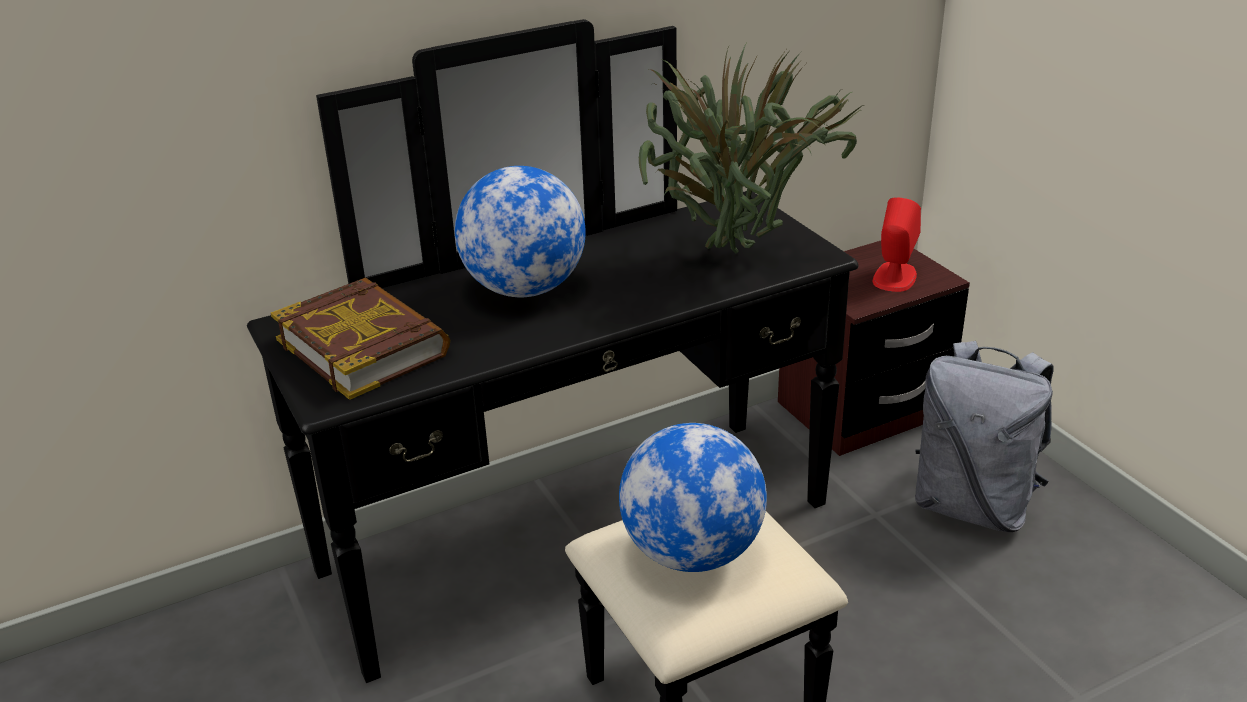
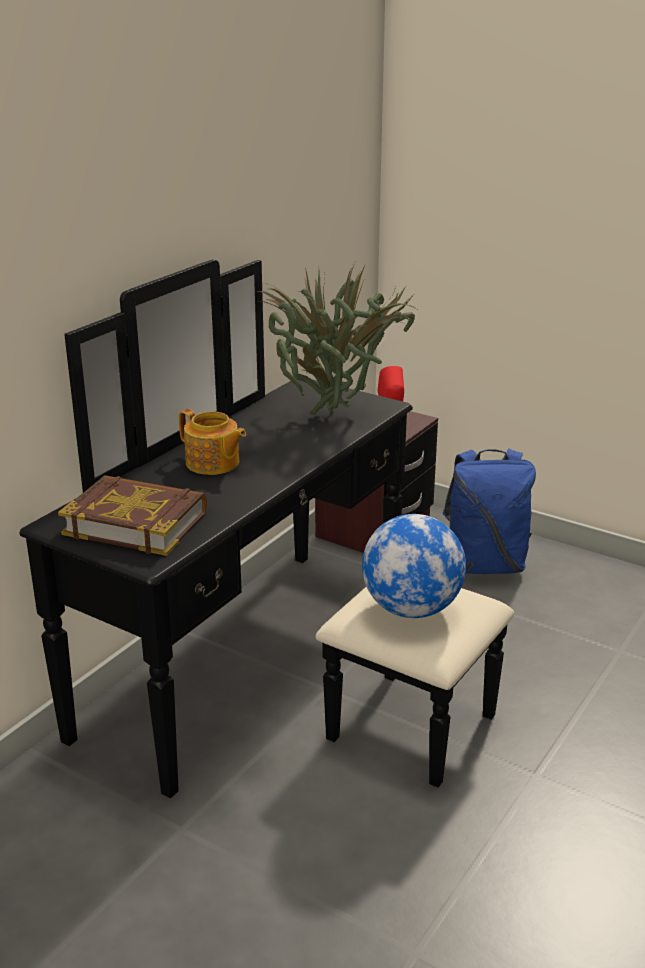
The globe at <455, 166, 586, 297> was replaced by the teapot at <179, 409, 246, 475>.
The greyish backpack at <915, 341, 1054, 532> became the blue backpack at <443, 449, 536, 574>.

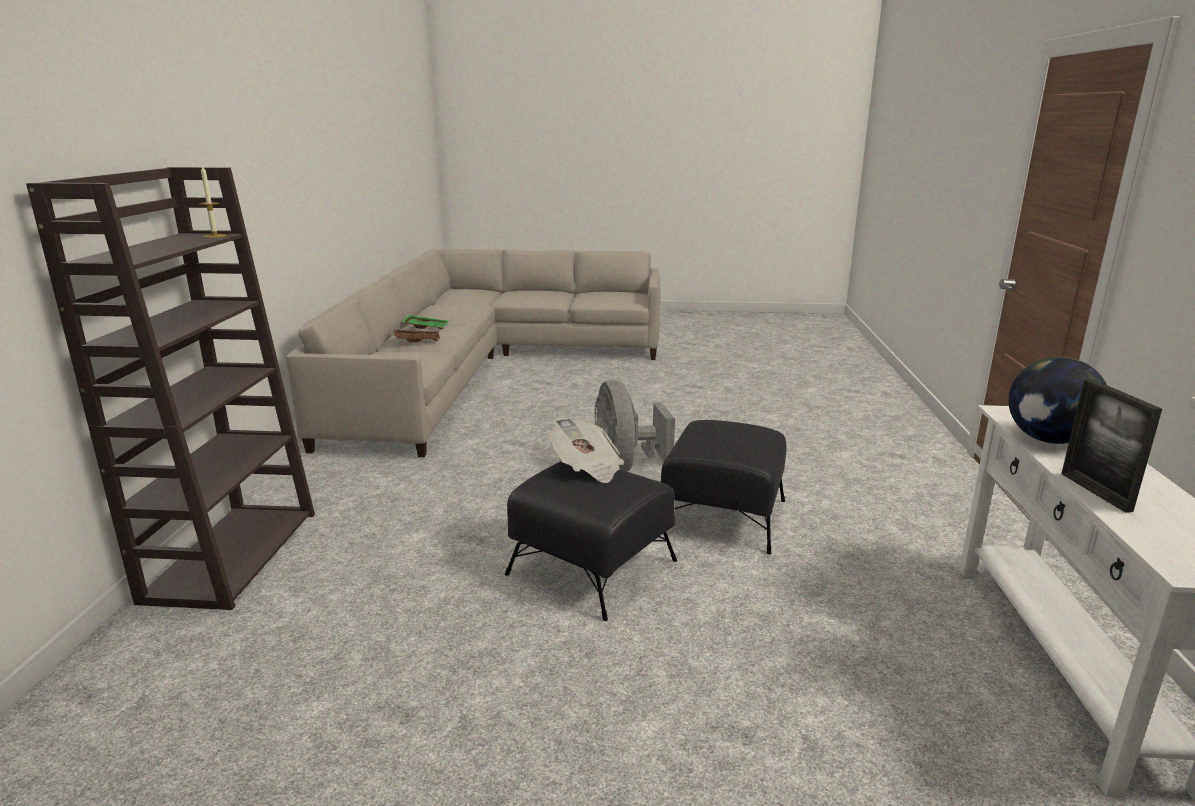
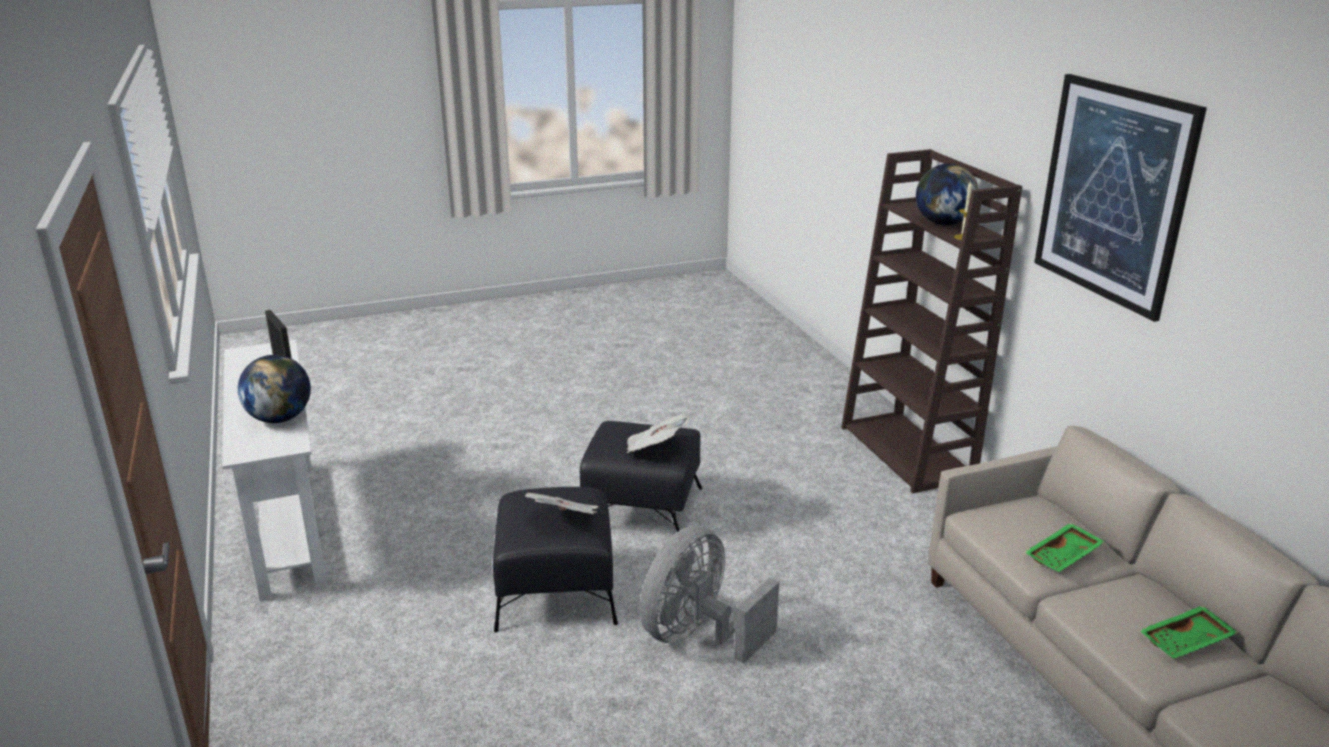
The brown-coloured carrying tray at <394, 329, 440, 343> disappeared.
The greyish fan at <594, 380, 675, 471> turned 105 degrees counterclockwise.
The picture at <1034, 74, 1207, 322> appeared.
The globe at <916, 163, 979, 225> appeared.
The daily paper at <525, 493, 598, 514> appeared.
The greenish carrying tray at <1024, 523, 1105, 572> appeared.

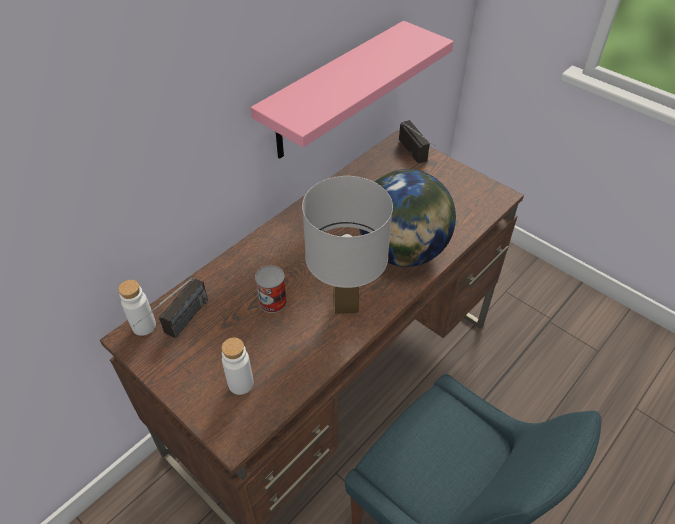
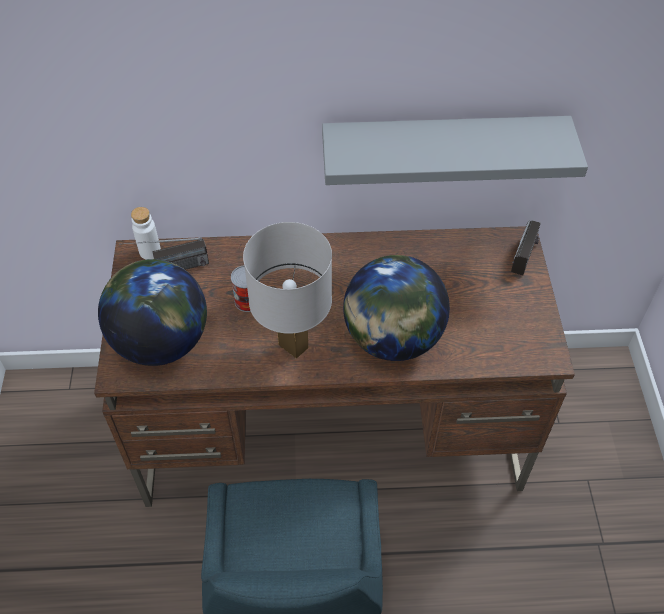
The pink-coloured wall shelf at <250, 21, 454, 159> became the greyish wall shelf at <322, 116, 588, 185>.
The white-coloured bottle at <221, 338, 254, 395> was replaced by the globe at <98, 259, 207, 366>.

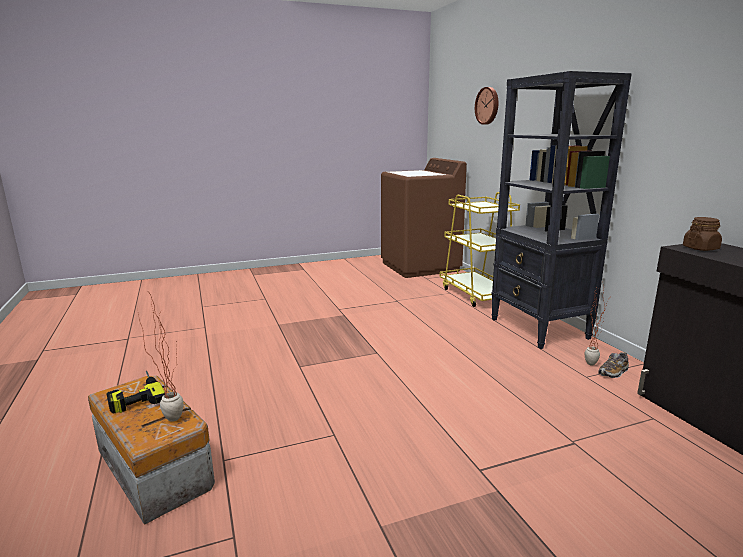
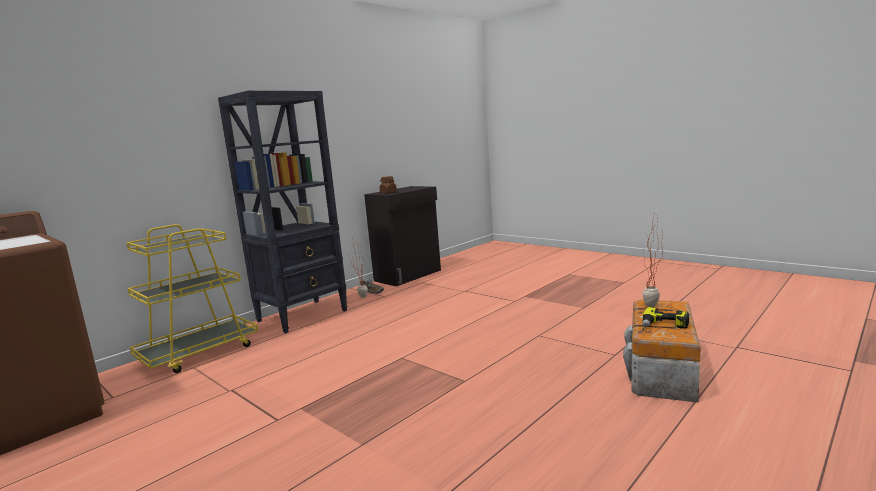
The wall clock at <475, 87, 498, 125> disappeared.

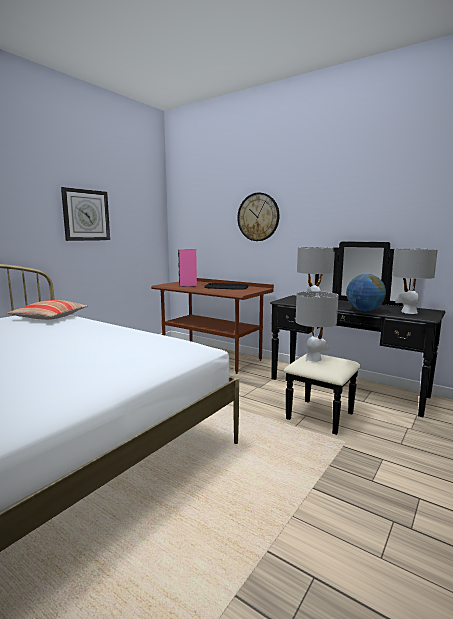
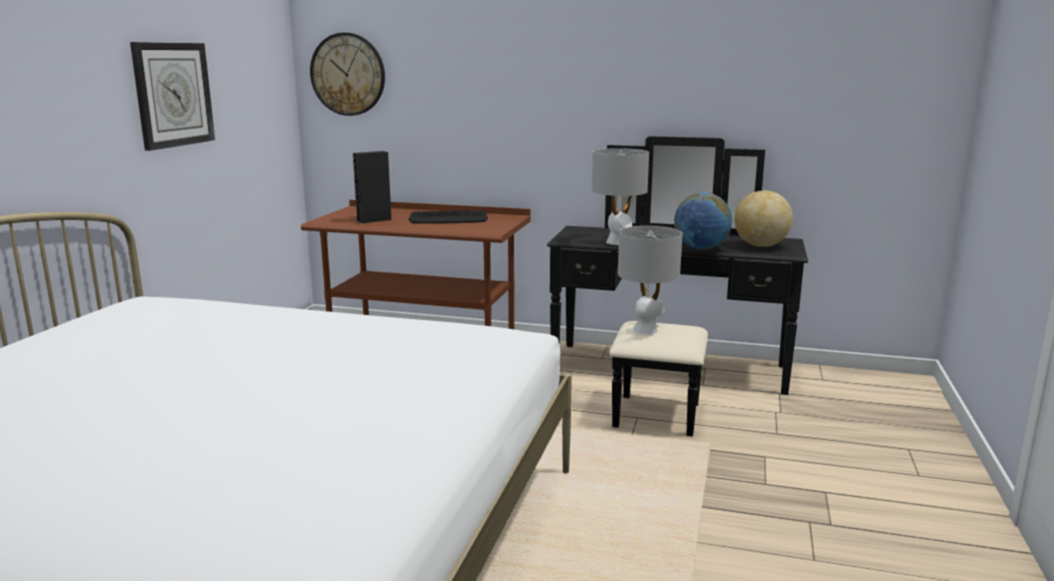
The wall clock moved from <237, 193, 279, 241> to <310, 32, 385, 116>.
The greyish table lamp at <392, 248, 438, 314> was replaced by the globe at <734, 190, 793, 247>.
The pink-coloured speaker at <178, 249, 197, 287> became the black-coloured speaker at <353, 151, 391, 224>.
The throw pillow at <7, 300, 88, 320> disappeared.

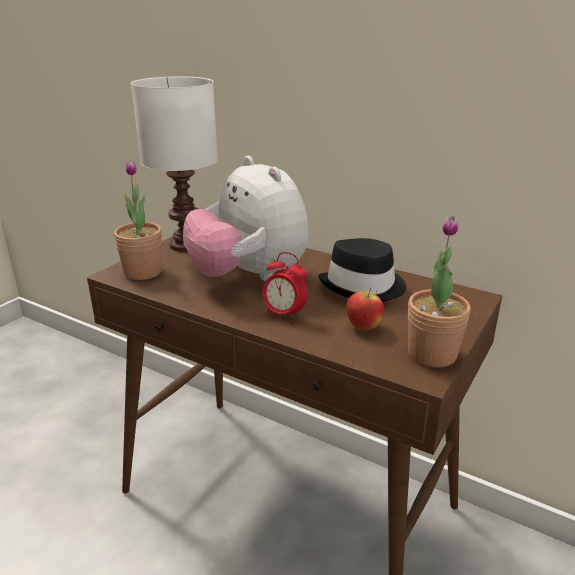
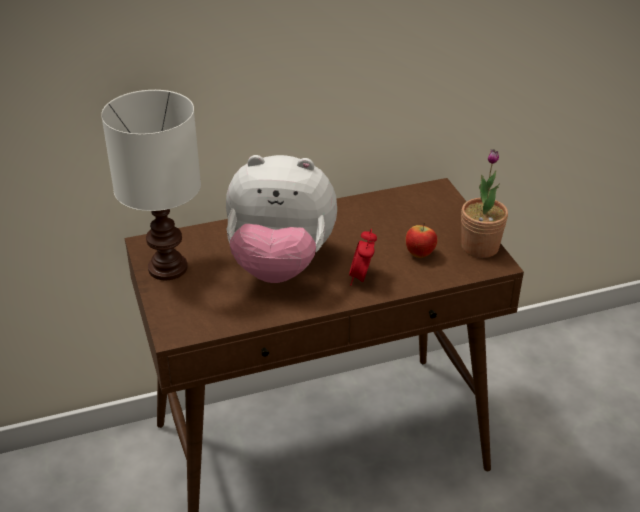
The houseplant at <114, 160, 162, 280> disappeared.
The black-coloured clothing hat at <318, 238, 406, 302> disappeared.
The bedside clock at <262, 252, 308, 323> turned 120 degrees clockwise.

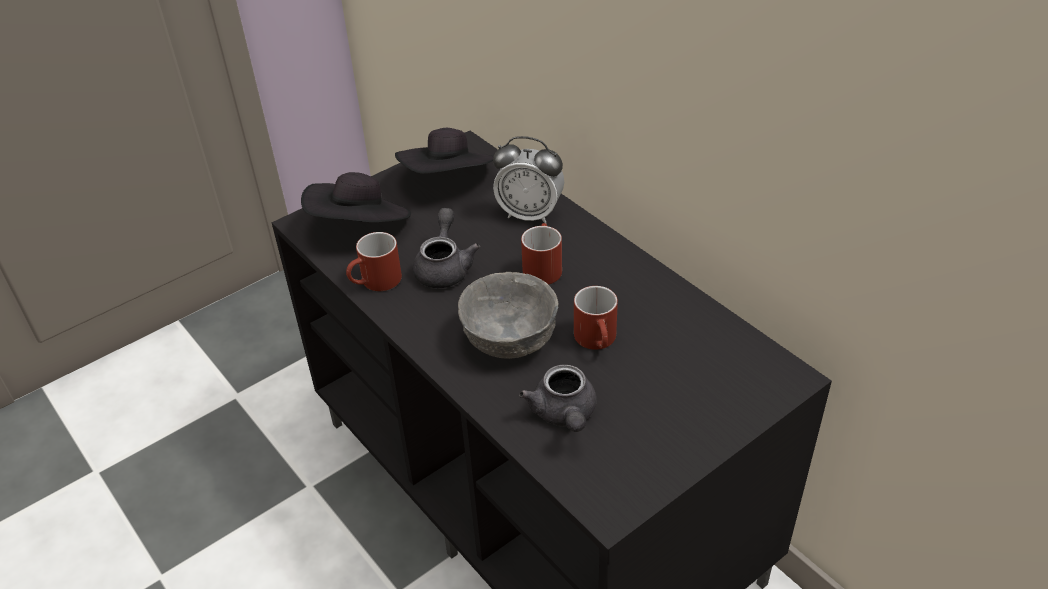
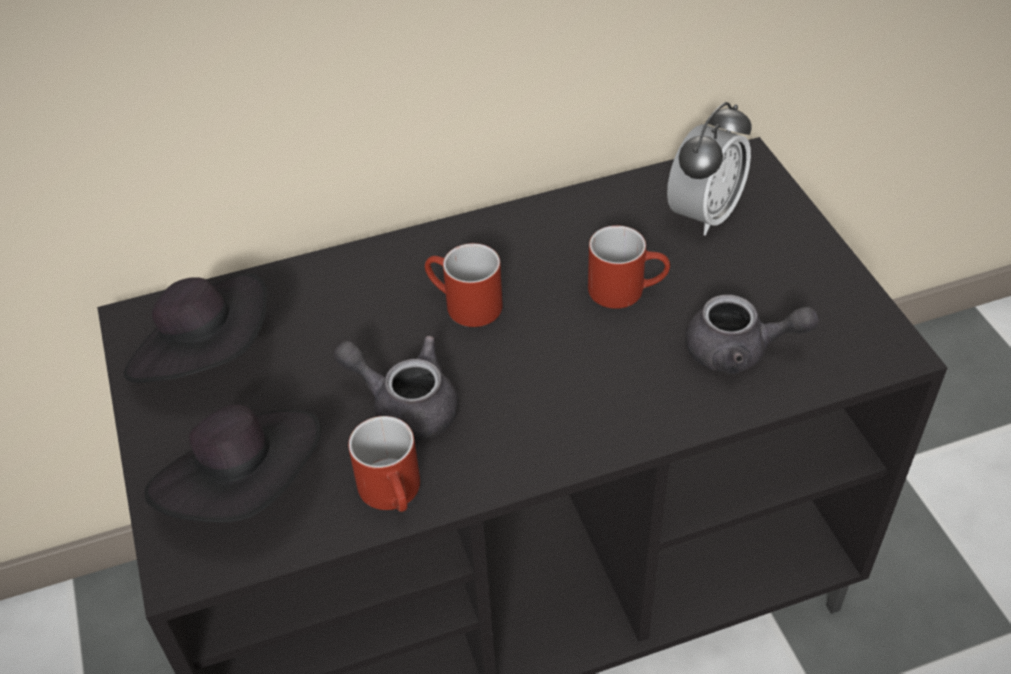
The bedside clock moved from <493, 136, 564, 223> to <667, 102, 752, 236>.
The greyish bowl at <458, 272, 558, 359> disappeared.

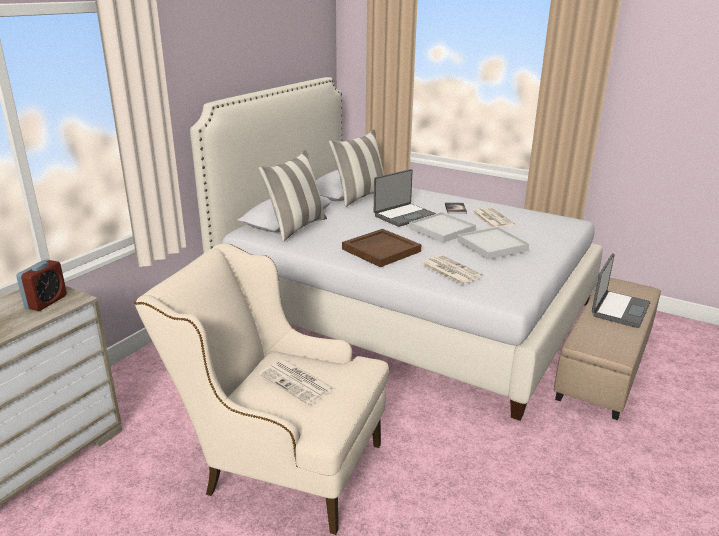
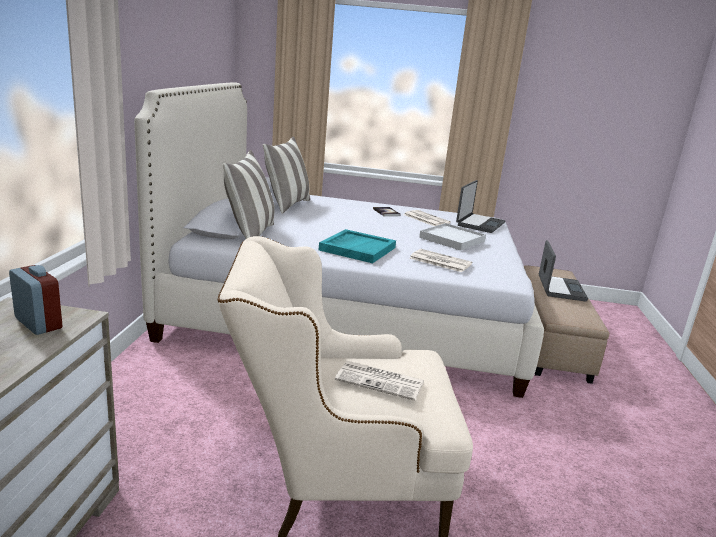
The portable computer moved from <374, 169, 436, 227> to <456, 180, 505, 233>.
The white-coloured carrying tray at <409, 212, 476, 243> disappeared.
The brown-coloured carrying tray at <342, 229, 421, 267> became the turquoise carrying tray at <319, 229, 396, 263>.
The bedside clock at <16, 259, 67, 311> turned 45 degrees counterclockwise.

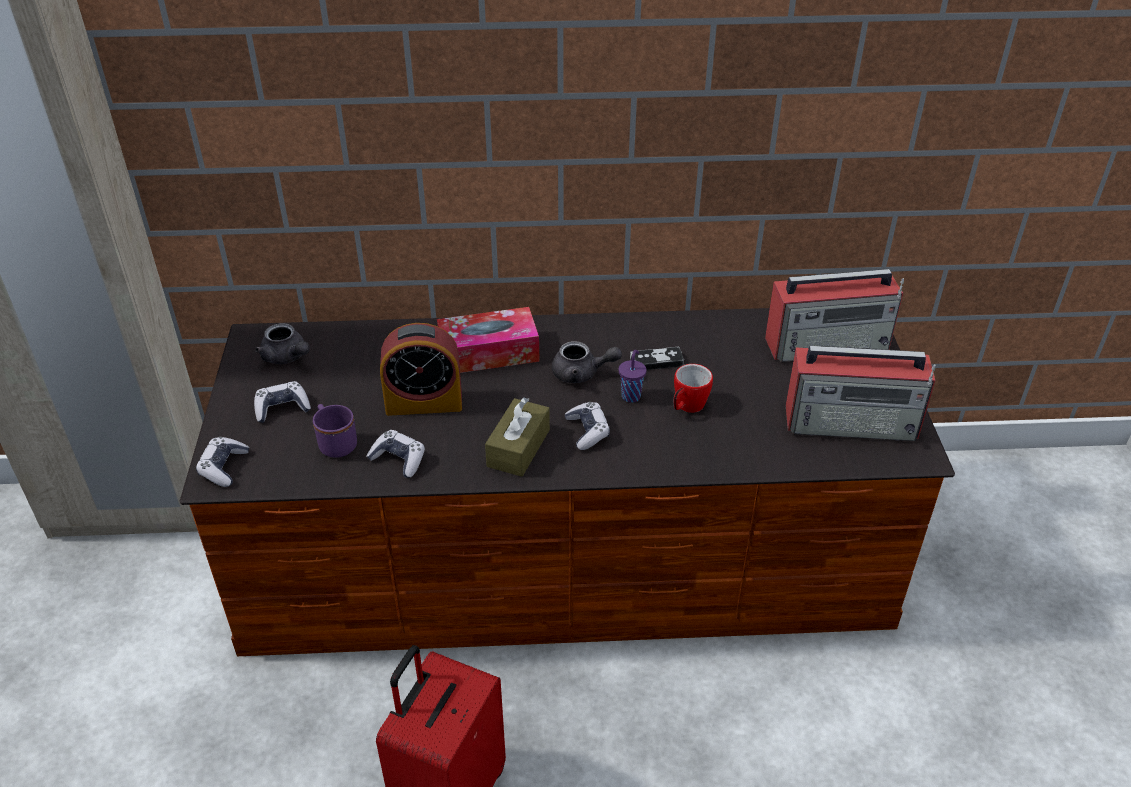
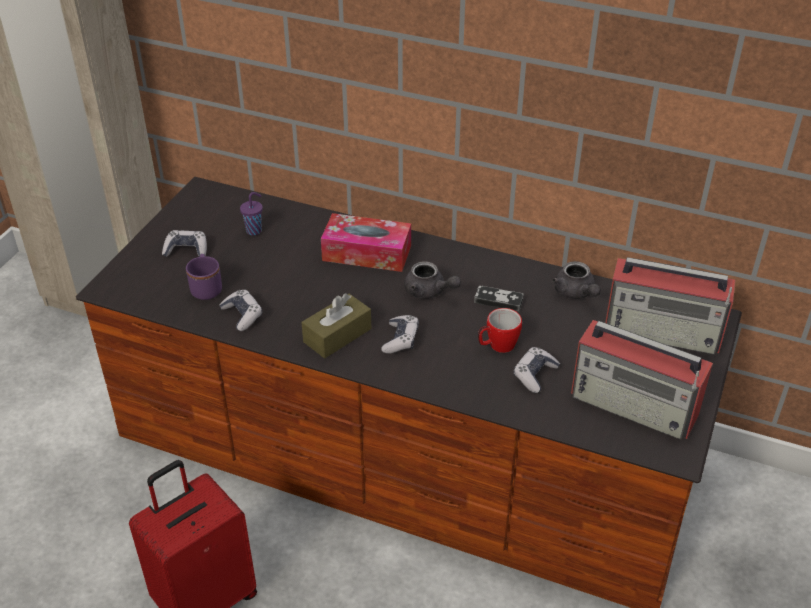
The greyish teapot moved from <255, 323, 310, 364> to <552, 261, 601, 299>.
The bedside clock at <380, 323, 462, 416> disappeared.
The purple small cup moved from <619, 350, 646, 403> to <240, 192, 263, 235>.
The game controller moved from <196, 437, 249, 487> to <513, 347, 560, 393>.

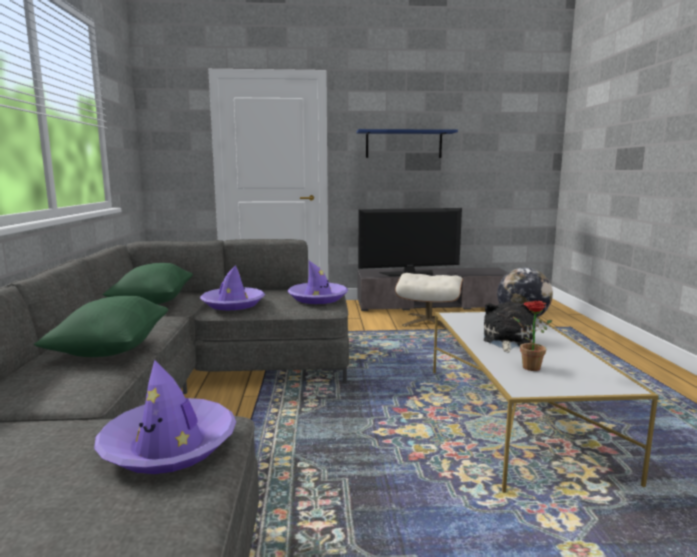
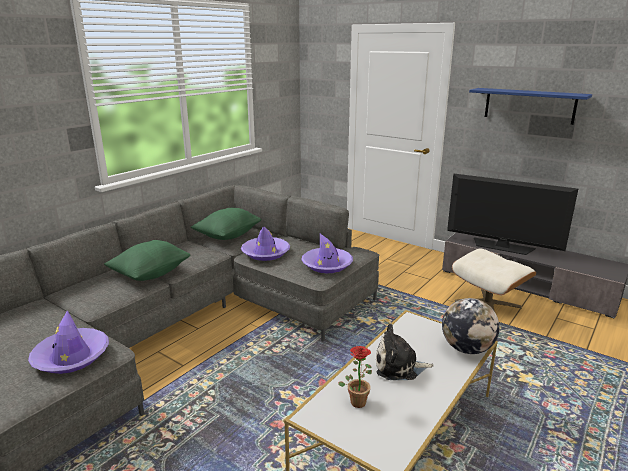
The plush toy at <484, 302, 536, 353> turned 150 degrees counterclockwise.

